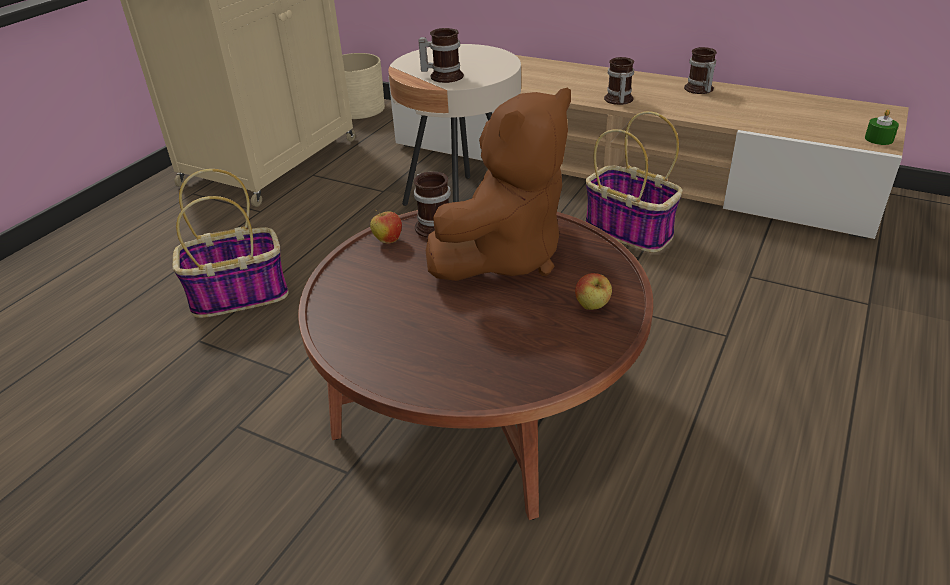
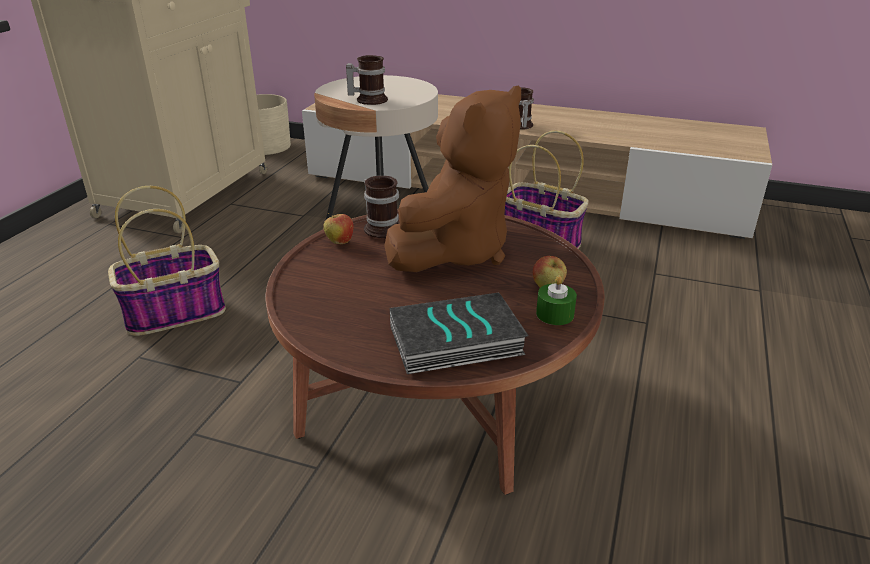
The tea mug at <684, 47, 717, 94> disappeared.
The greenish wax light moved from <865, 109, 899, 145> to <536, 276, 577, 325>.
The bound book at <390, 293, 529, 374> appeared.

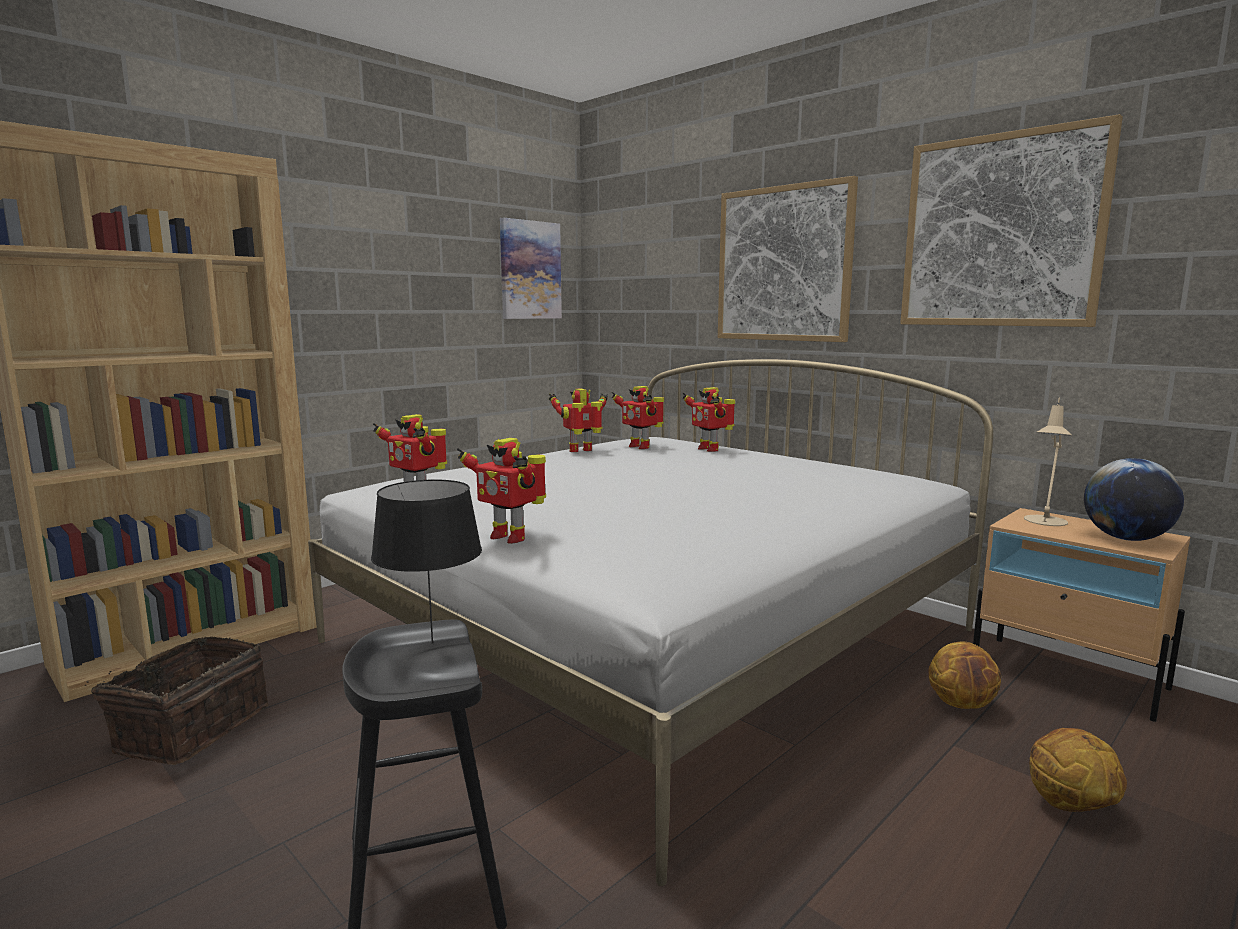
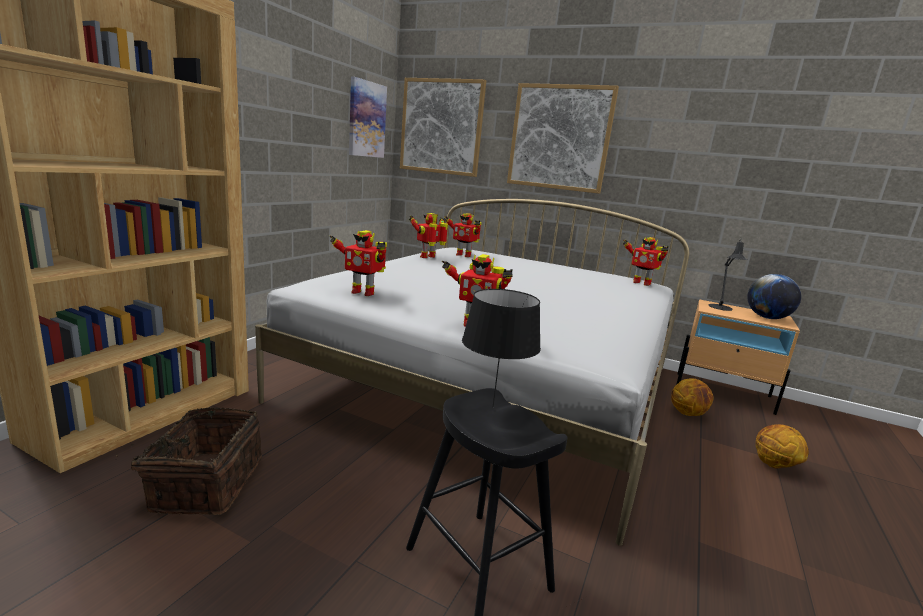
The picture moved from <900, 114, 1123, 327> to <400, 78, 486, 177>.
The toy robot moved from <682, 387, 735, 452> to <623, 237, 668, 286>.
The sand-coloured table lamp at <1024, 397, 1072, 526> became the black-coloured table lamp at <709, 238, 747, 311>.

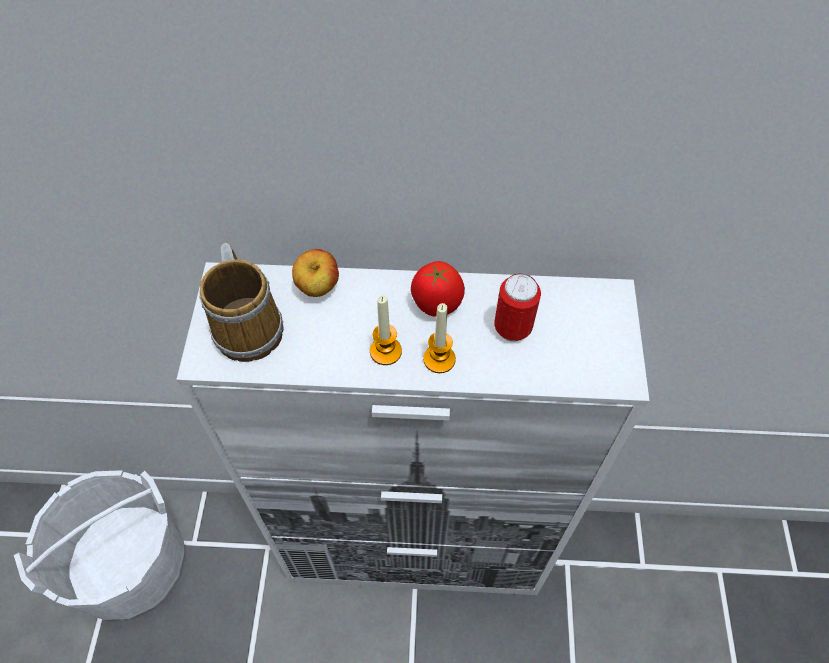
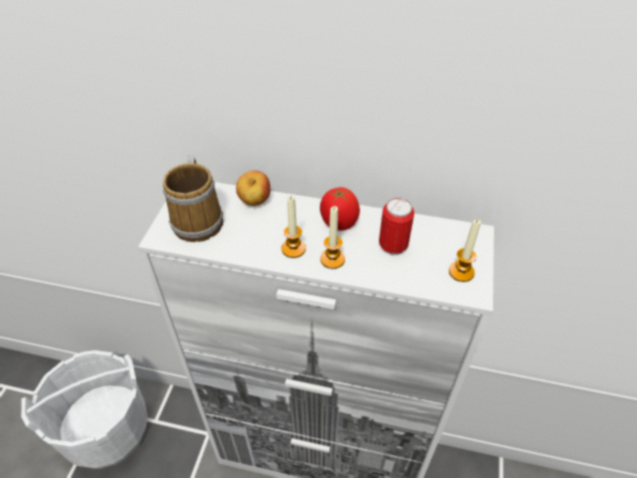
The wax light at <449, 219, 481, 282> appeared.

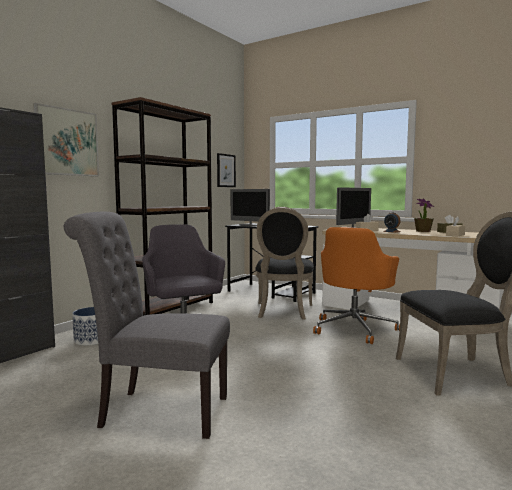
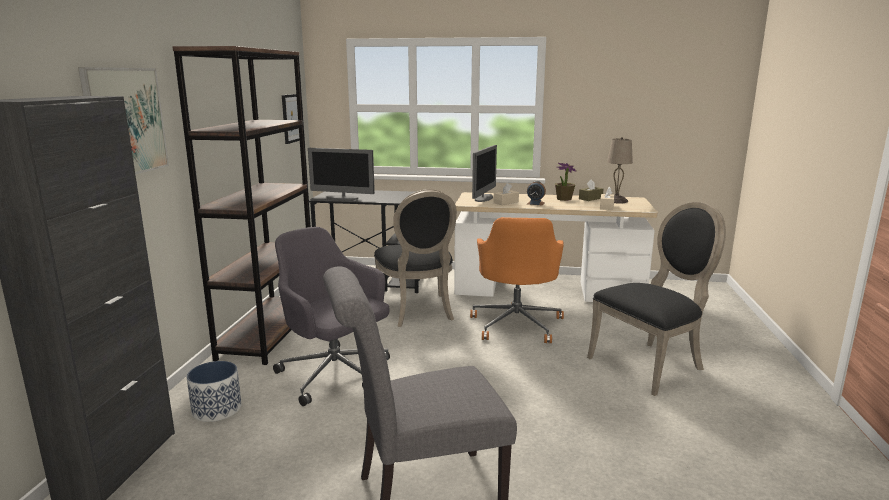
The sand-coloured table lamp at <607, 137, 633, 203> appeared.

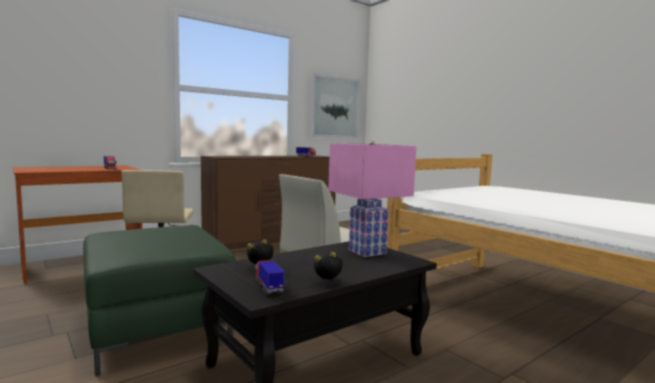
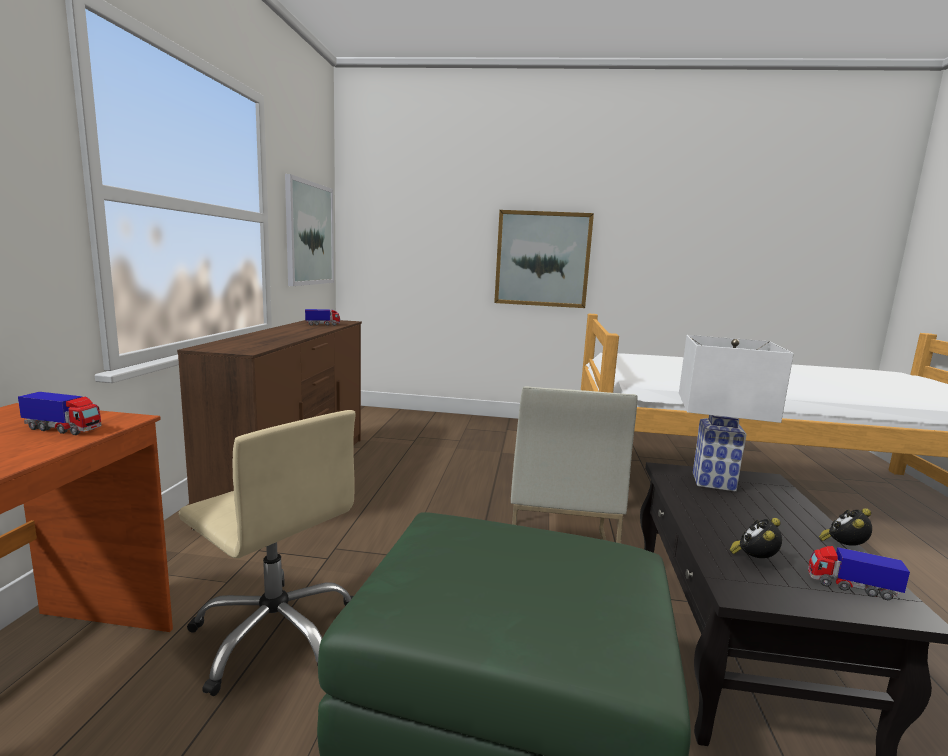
The pink-coloured table lamp at <328, 141, 417, 257> became the white-coloured table lamp at <679, 335, 794, 491>.
The picture at <494, 210, 594, 308> appeared.

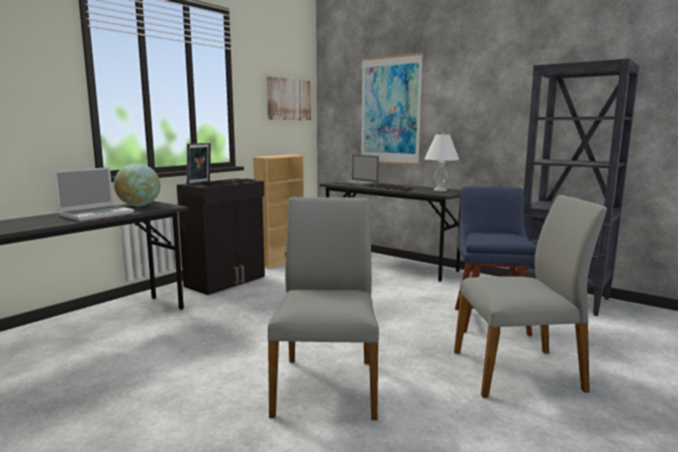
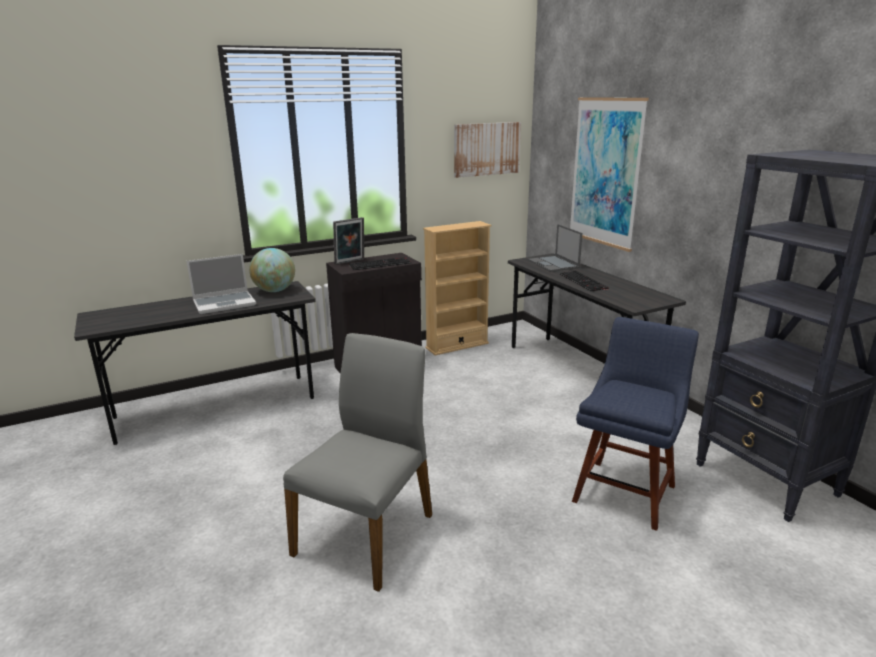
The white-coloured table lamp at <424, 133, 459, 192> disappeared.
The greyish chair at <454, 195, 607, 398> disappeared.

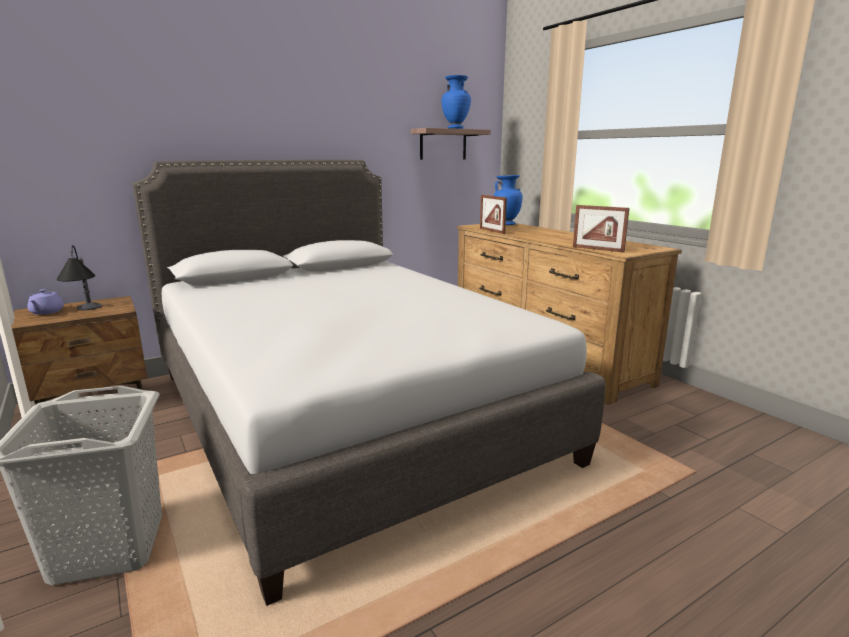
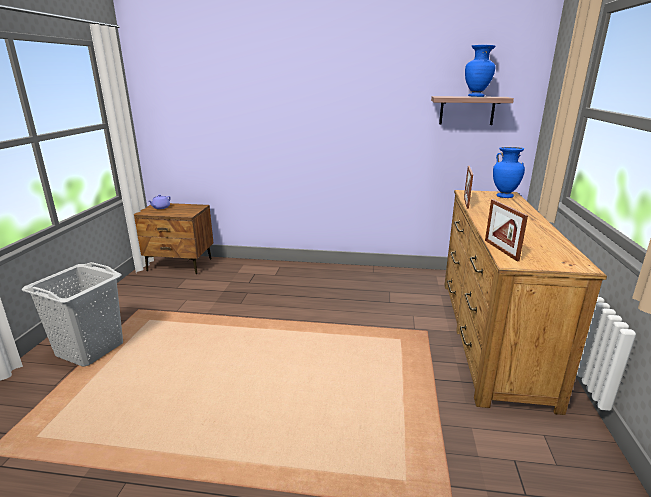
The greyish bed at <132, 160, 605, 606> disappeared.
The table lamp at <57, 245, 102, 310> disappeared.

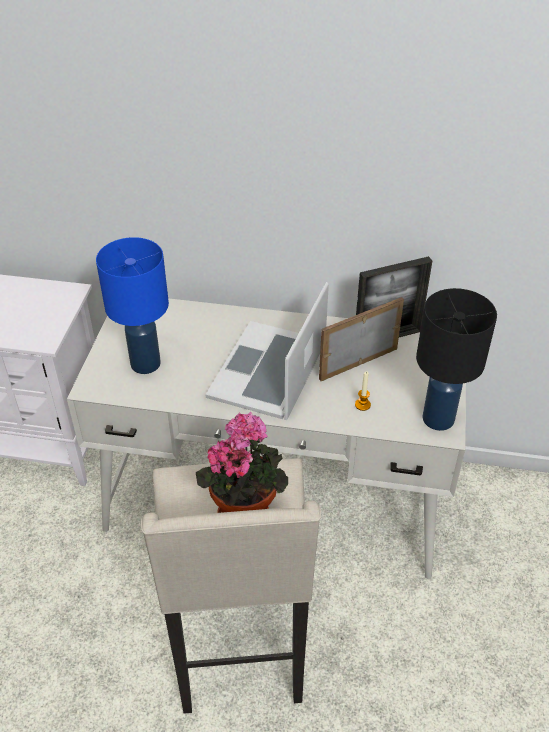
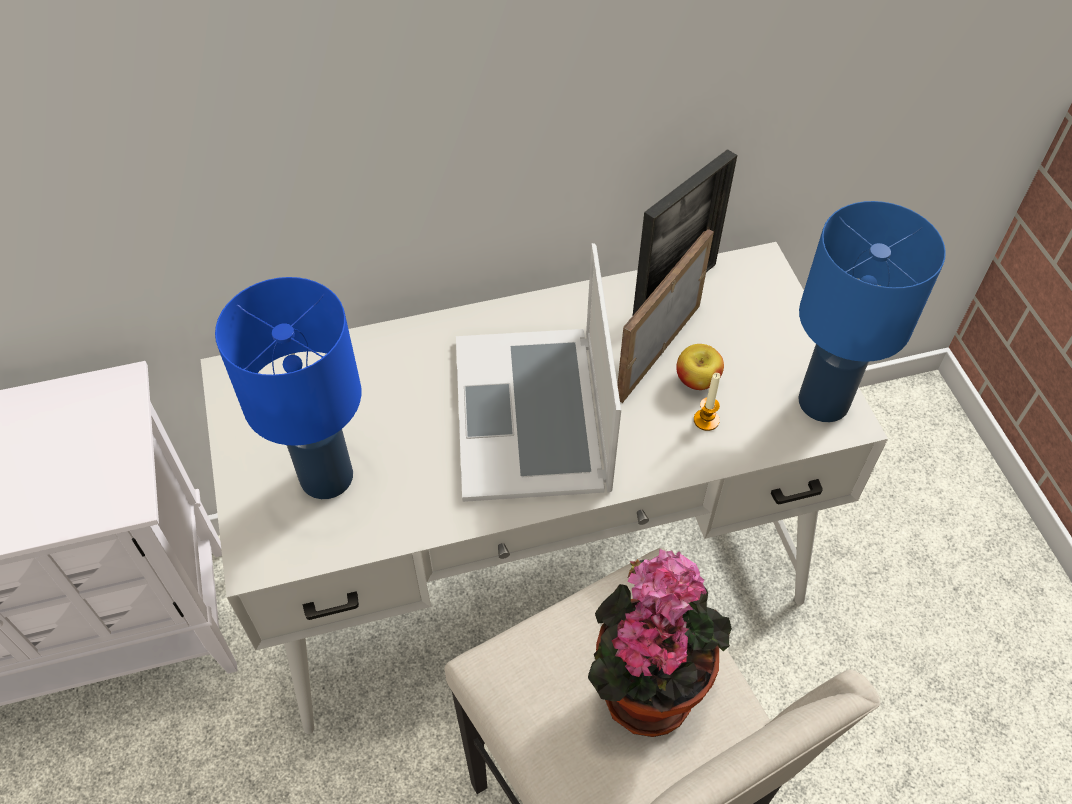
The black-coloured table lamp at <416, 288, 497, 431> became the blue table lamp at <798, 201, 946, 422>.
The whole apple at <676, 344, 724, 390> appeared.

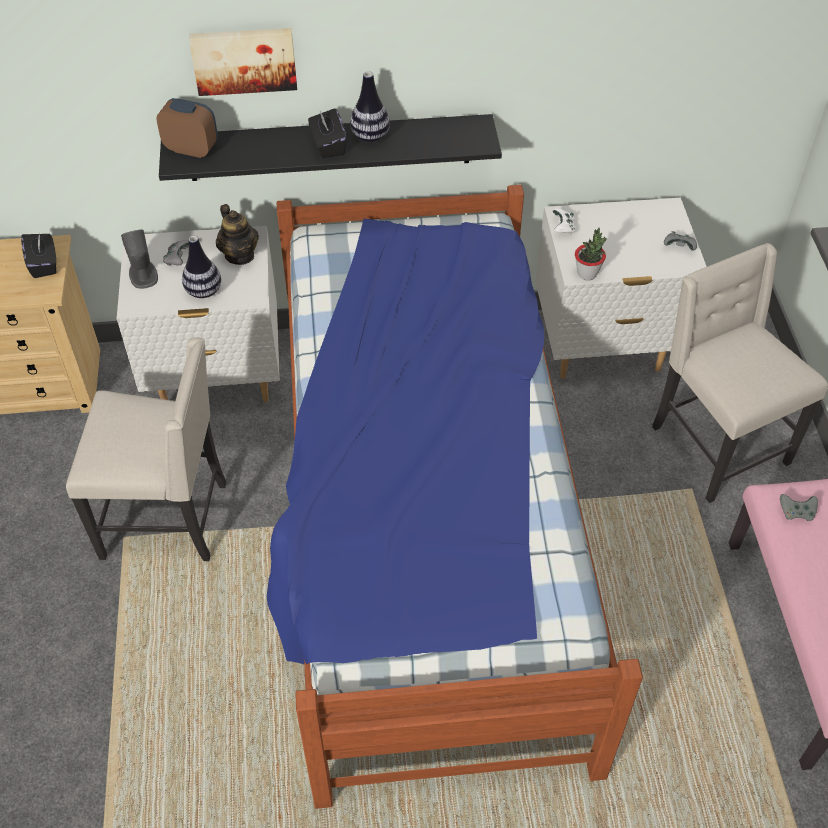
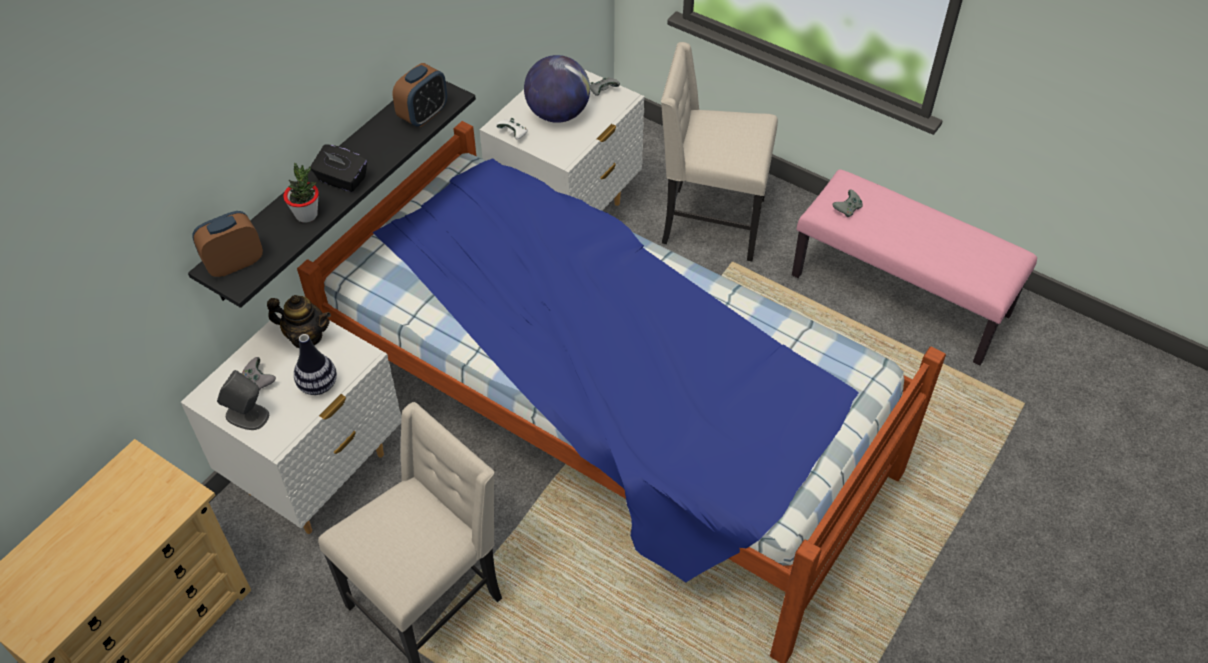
The picture at <189, 28, 297, 96> disappeared.
The decorative vase at <350, 71, 390, 142> disappeared.
The houseplant moved from <575, 228, 607, 280> to <283, 163, 319, 223>.
The black-coloured tissue box at <21, 231, 56, 278> disappeared.
The globe at <524, 55, 590, 123> appeared.
The bedside clock at <392, 63, 447, 127> appeared.

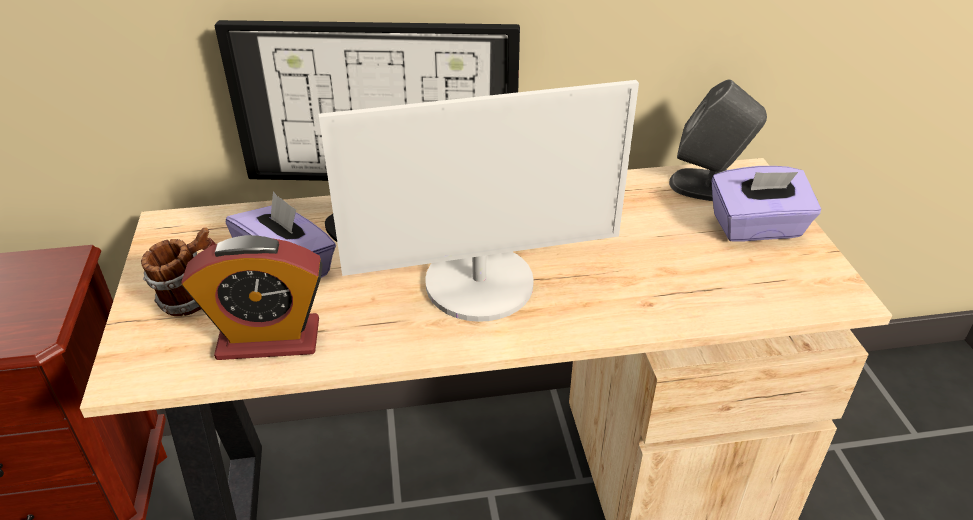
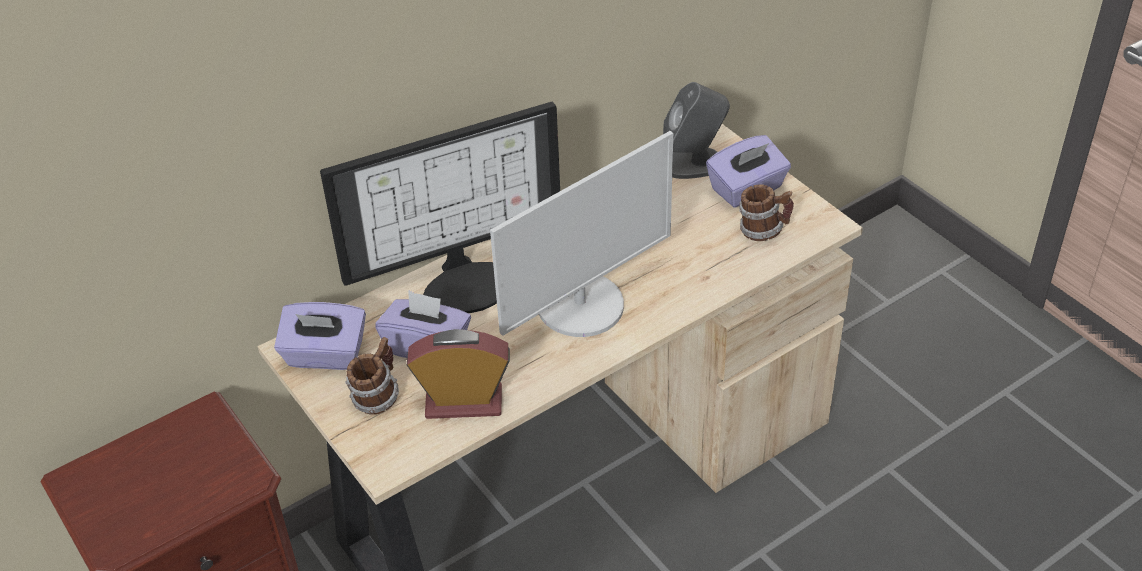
The bedside clock at <181, 235, 323, 360> turned 150 degrees counterclockwise.
The tea mug at <739, 184, 794, 241> appeared.
The purple tissue box at <274, 302, 366, 370> appeared.

